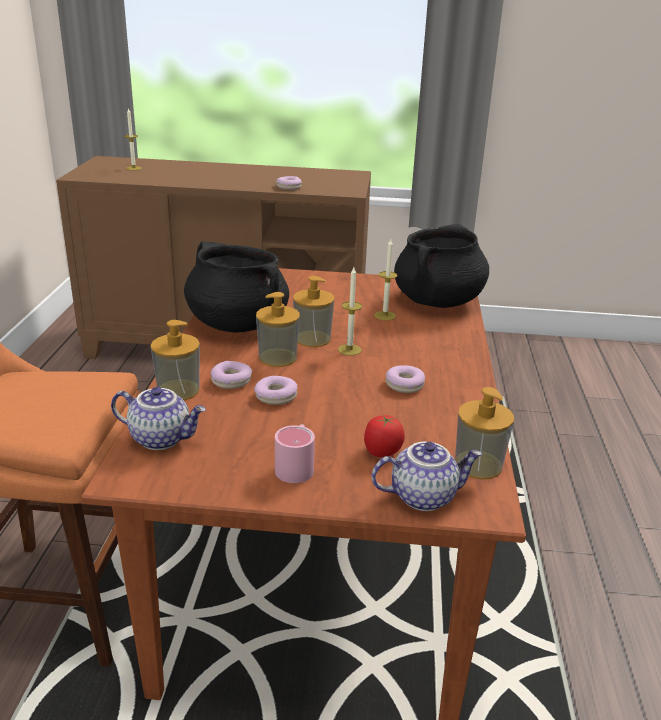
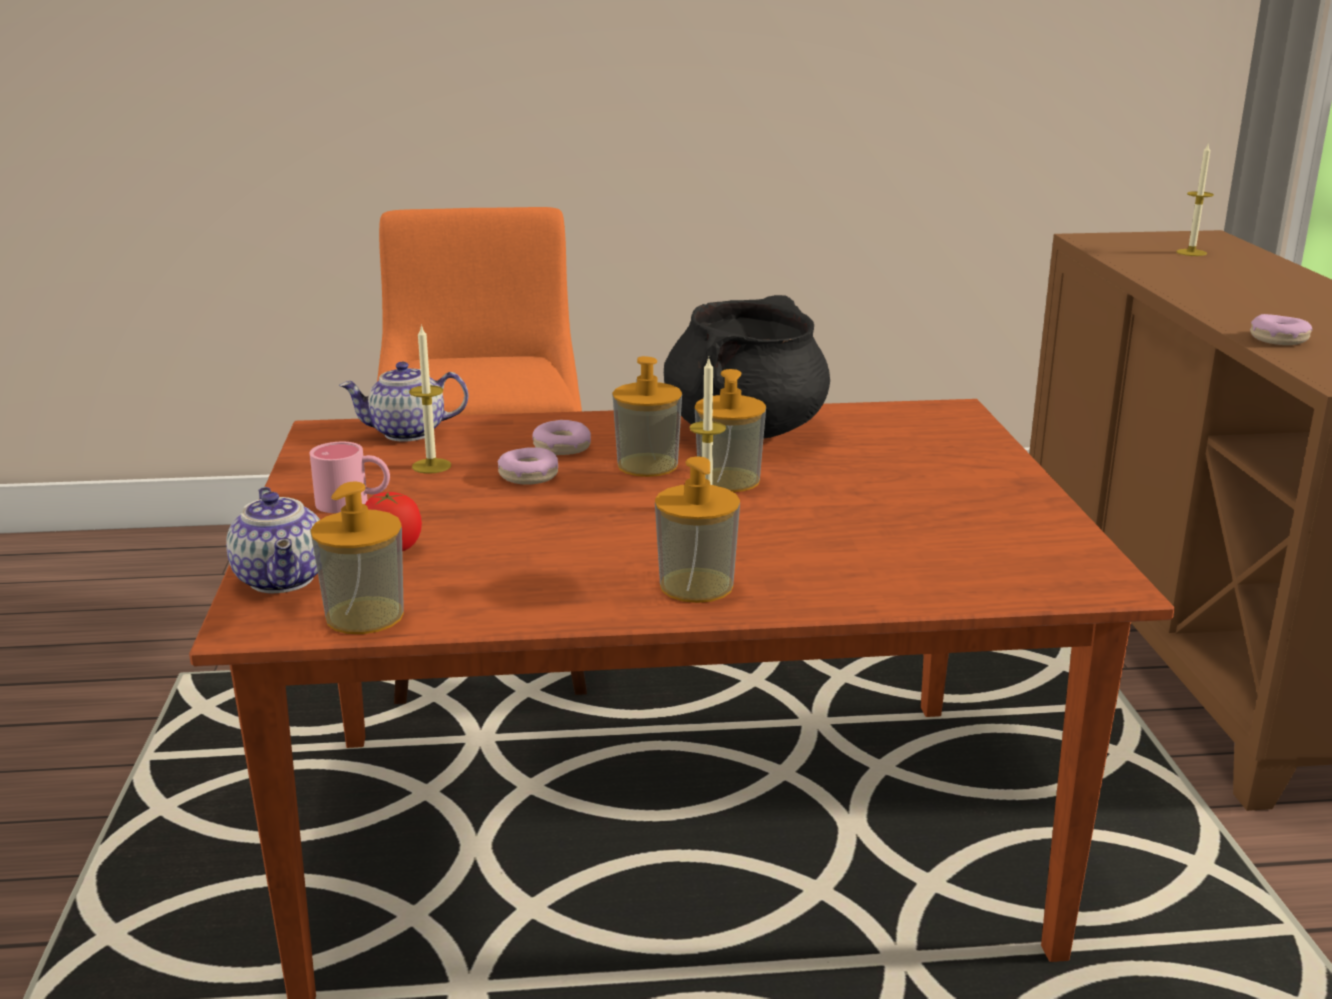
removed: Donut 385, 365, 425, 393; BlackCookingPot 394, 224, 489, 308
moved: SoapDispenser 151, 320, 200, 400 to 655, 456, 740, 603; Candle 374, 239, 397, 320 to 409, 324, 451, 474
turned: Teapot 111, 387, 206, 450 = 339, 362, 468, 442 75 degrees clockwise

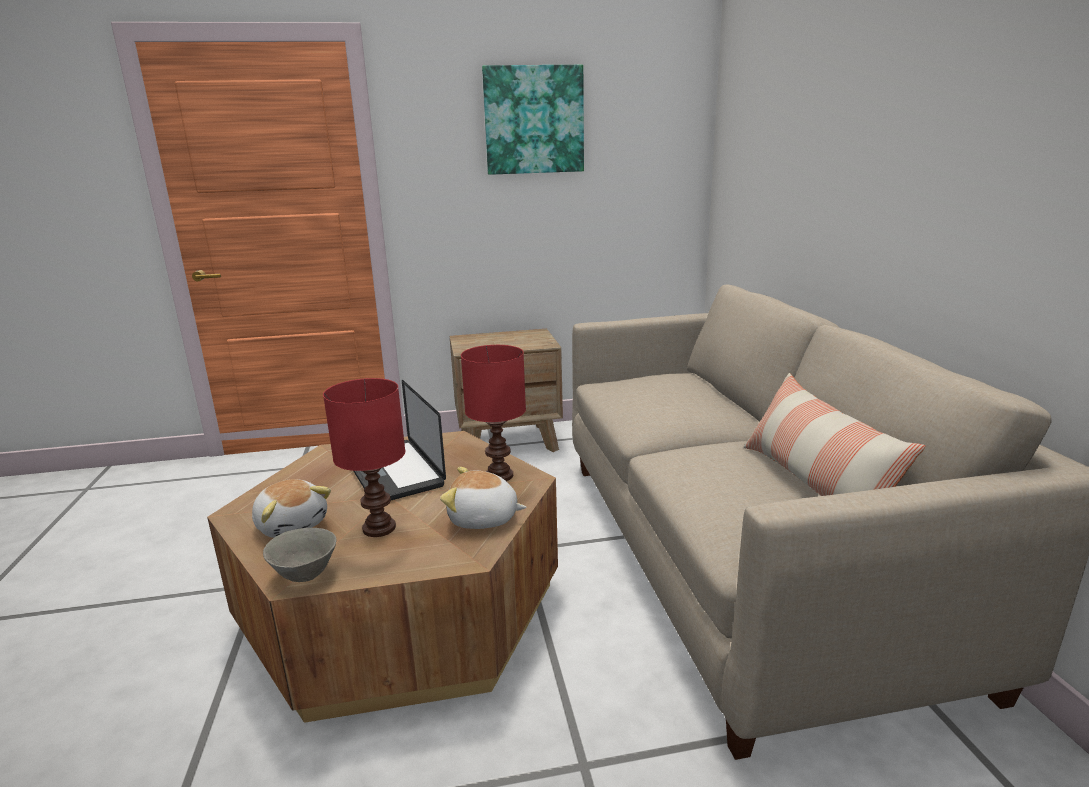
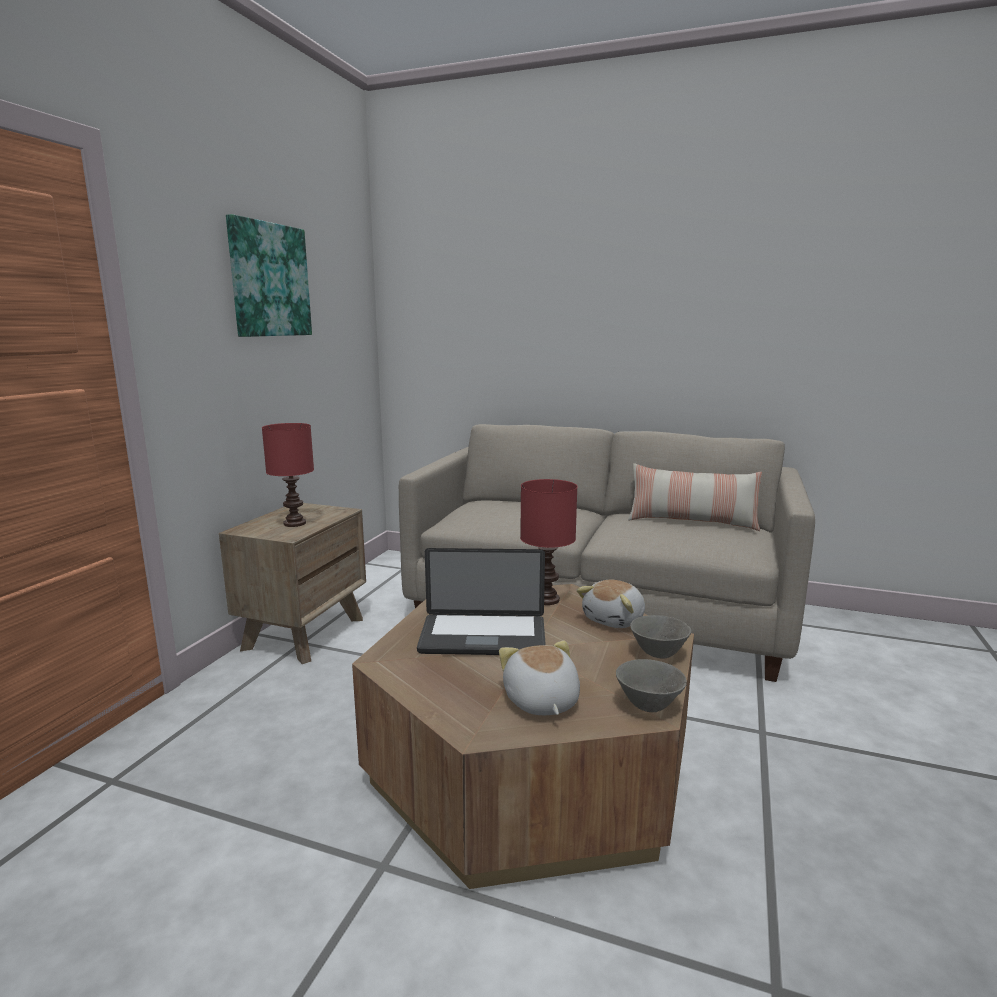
added: GreyBowl 630, 615, 692, 658
moved: RedTableLamp 323, 378, 405, 537 to 262, 423, 314, 527
turned: PlushToy 252, 479, 331, 538 = 499, 641, 580, 715 90 degrees counterclockwise

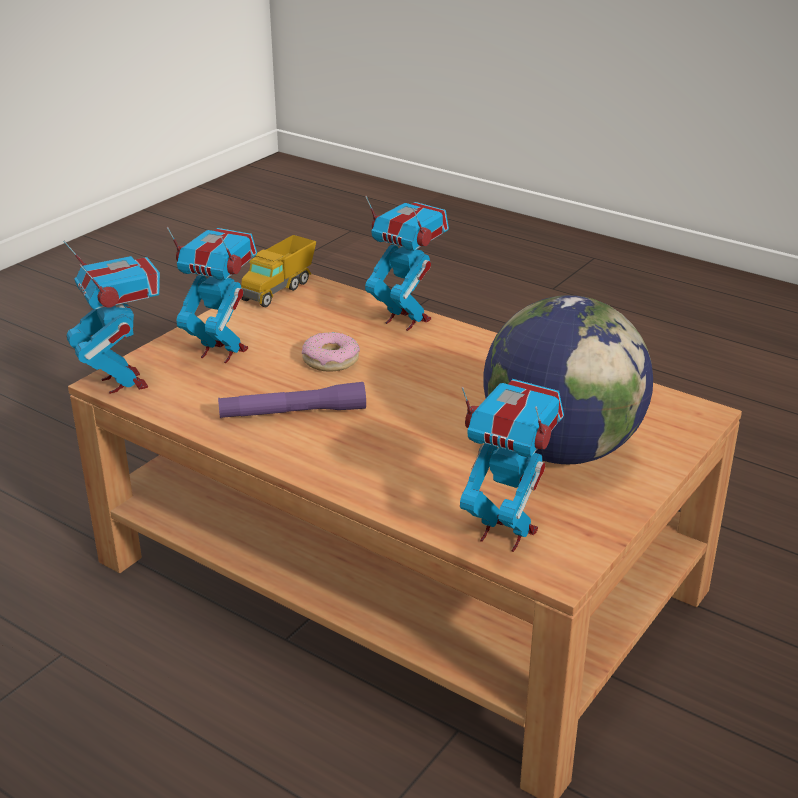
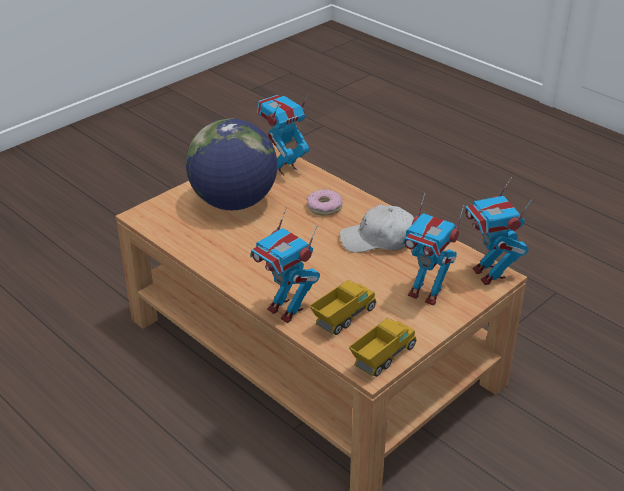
added: ToyTruck 310, 280, 376, 335
moved: Donut 302, 332, 360, 372 to 307, 189, 343, 216
replaced: PurpleFlashlight 218, 382, 366, 418 to WhiteCap 340, 205, 414, 253
turned: ToyRobot 460, 379, 564, 552 = 257, 94, 309, 175 105 degrees clockwise

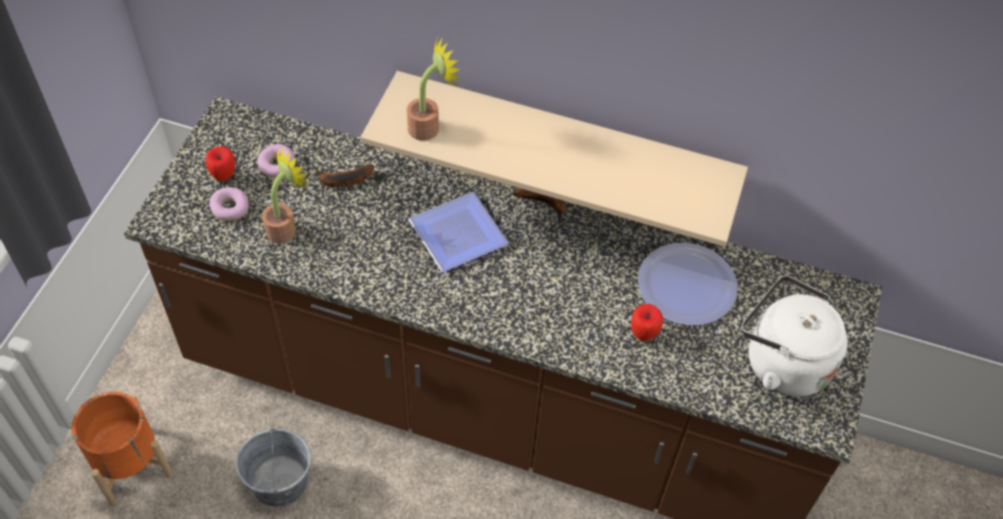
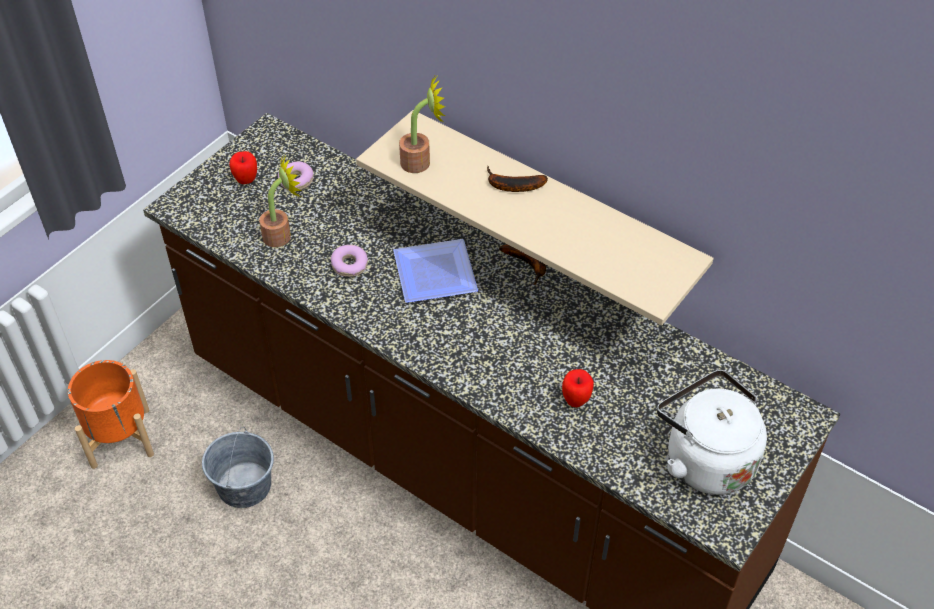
removed: Plate 638, 243, 738, 326
moved: Donut 209, 187, 249, 221 to 331, 245, 368, 277; Banana 315, 164, 374, 187 to 487, 166, 548, 192

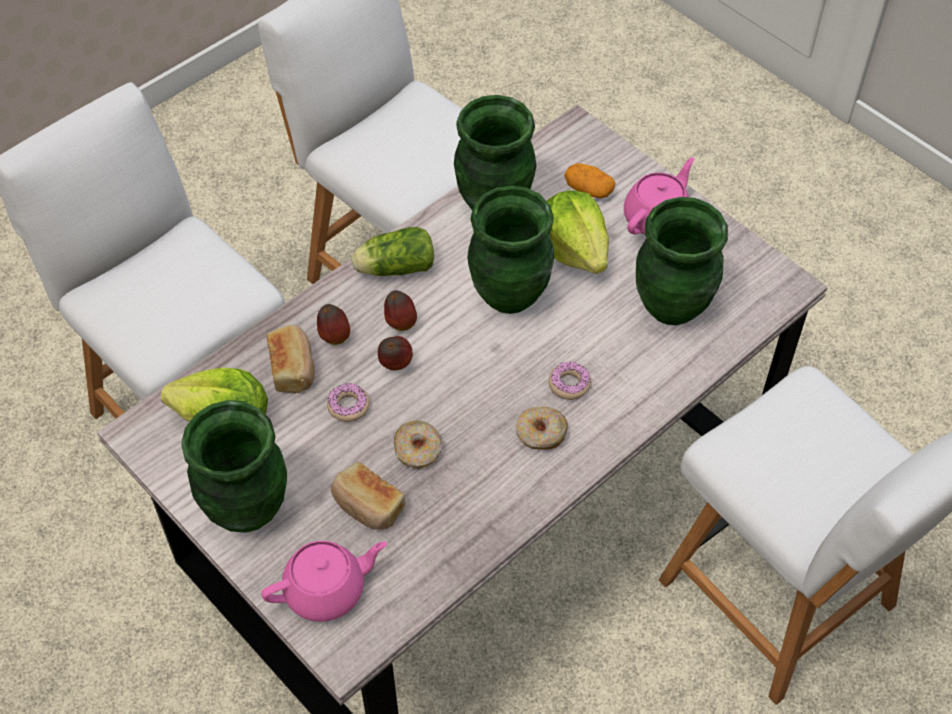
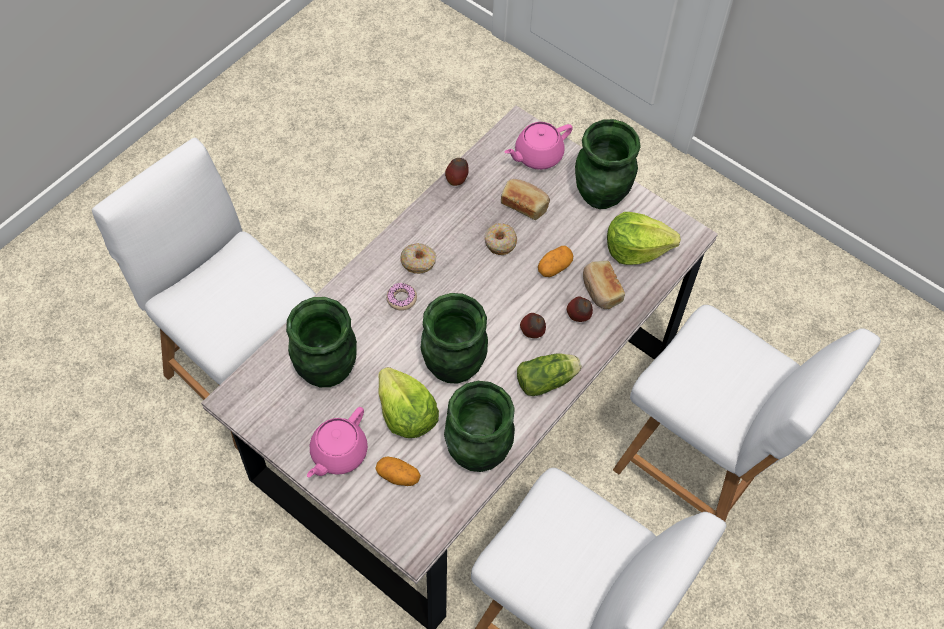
moved: Apple 378, 336, 413, 370 to 445, 158, 469, 186
replaced: Donut 327, 383, 370, 422 to Potato 538, 246, 573, 277

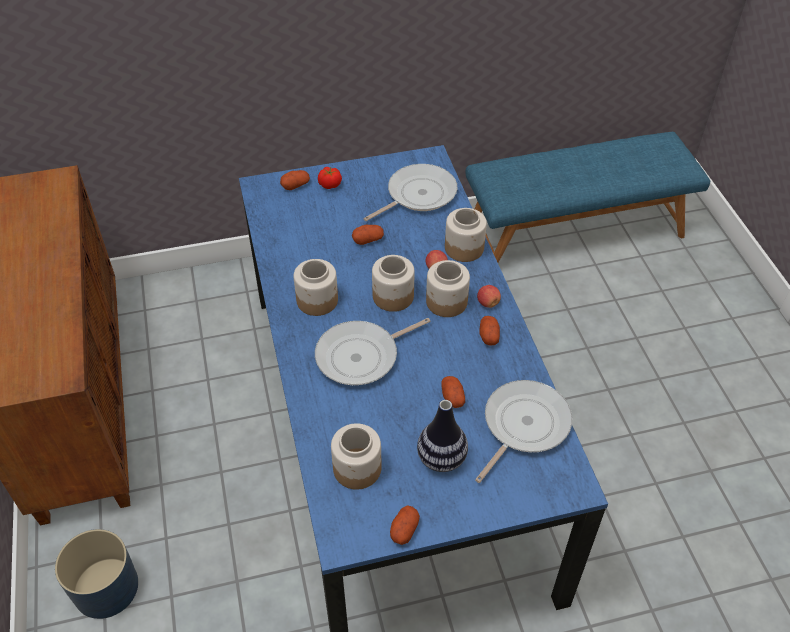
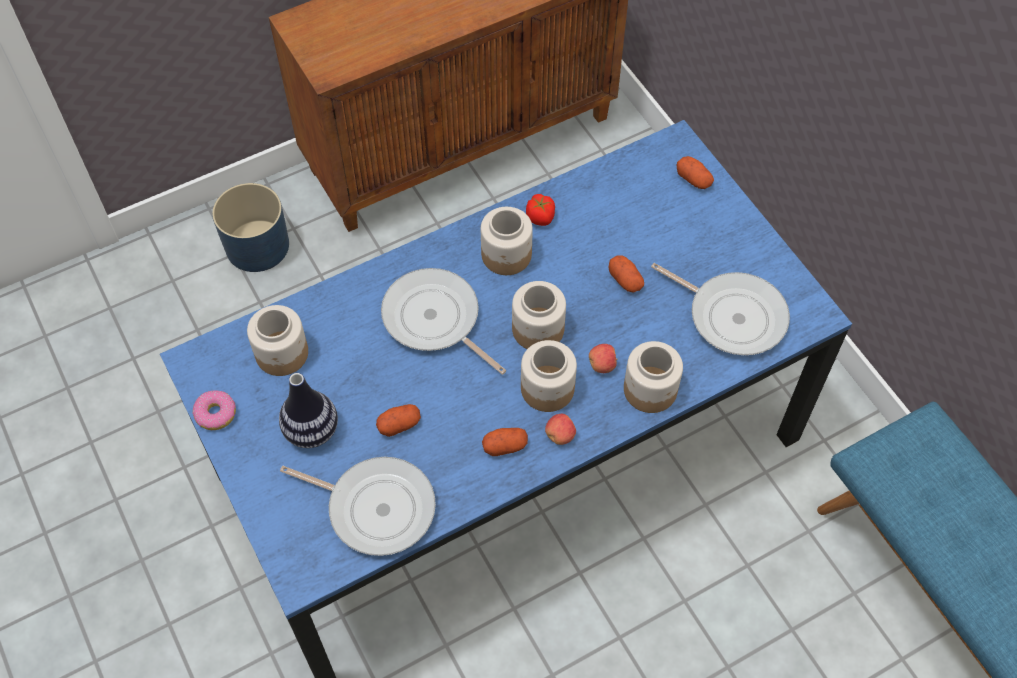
moved: Tomato 318, 167, 342, 189 to 526, 194, 555, 226
replaced: Potato 390, 505, 420, 545 to Donut 192, 390, 236, 430

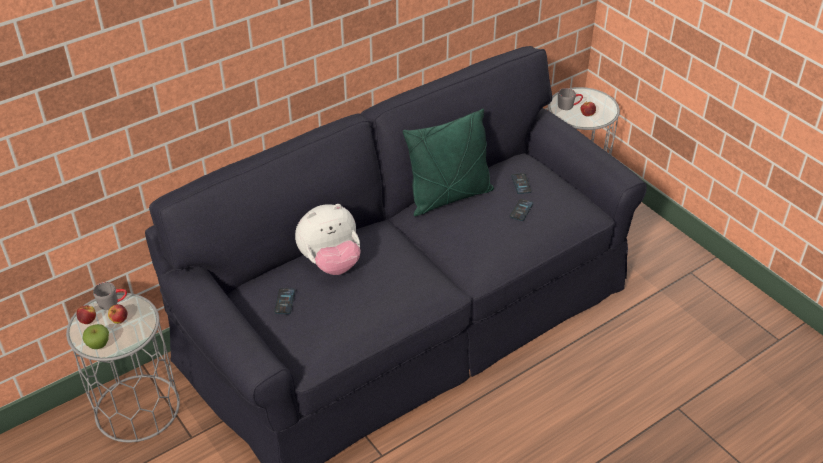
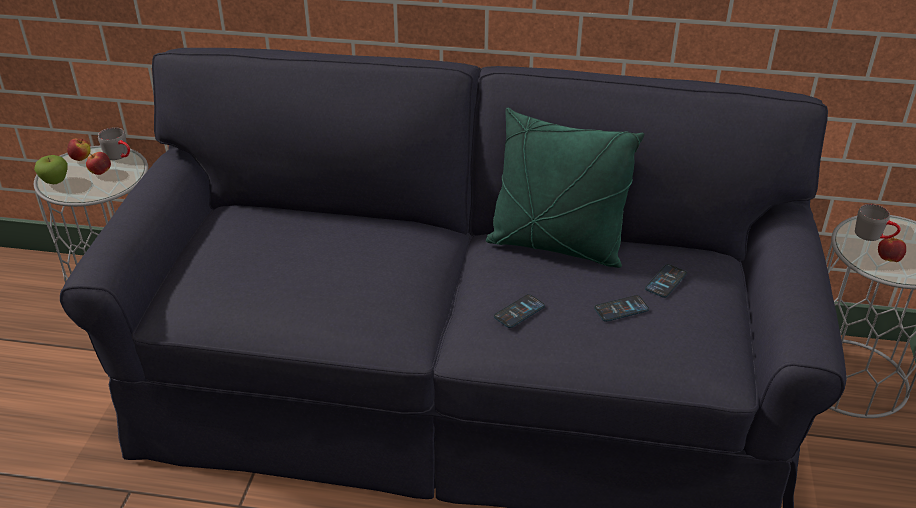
removed: PlushToy 295, 204, 361, 275
moved: Phone 274, 288, 295, 314 to 494, 294, 545, 328

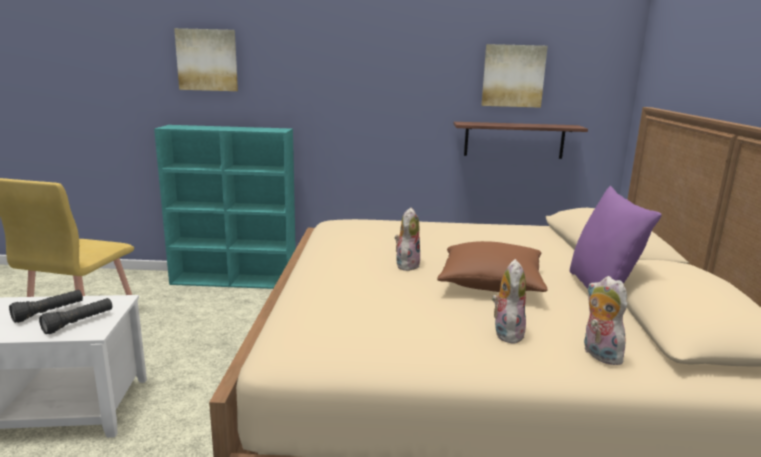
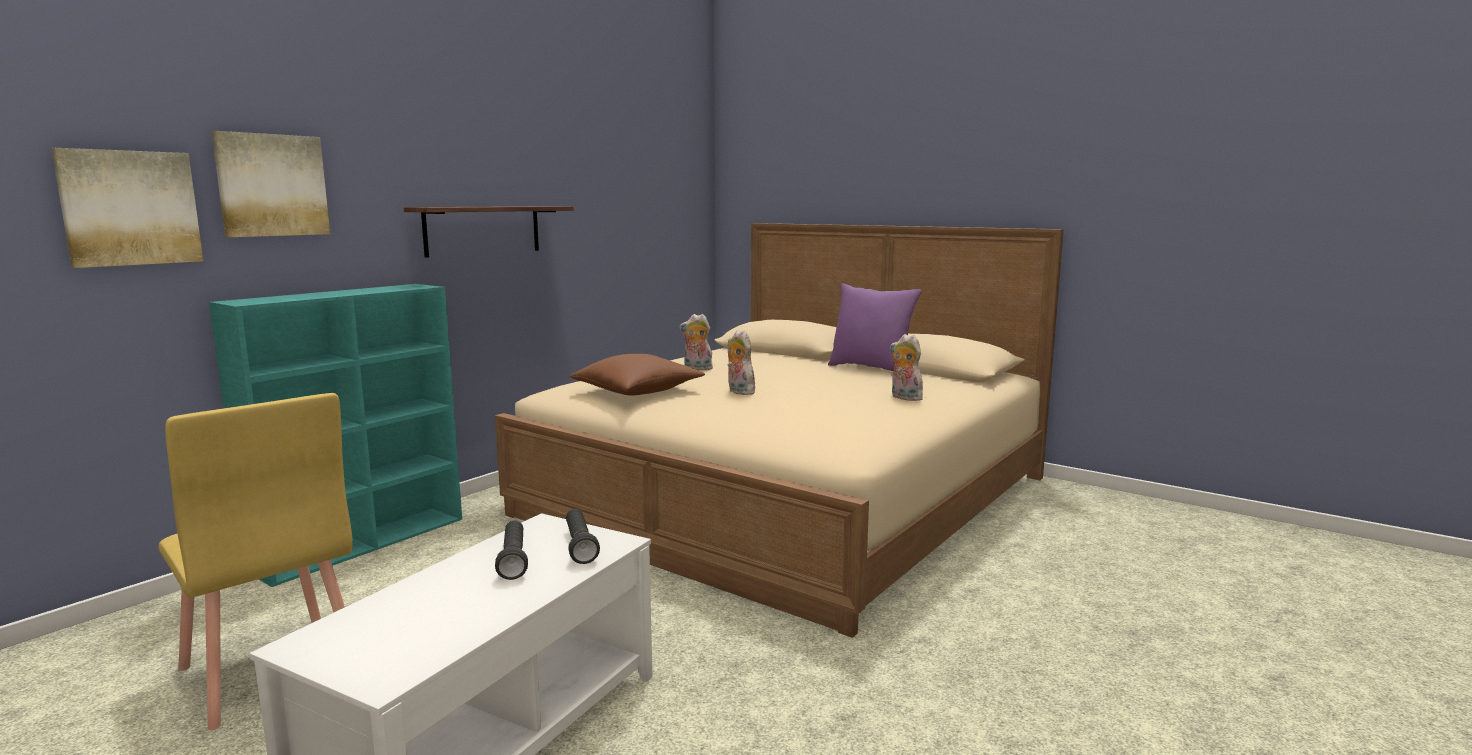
moved: BrownPillow 437, 241, 547, 292 to 570, 354, 705, 396; Shelf 453, 122, 588, 159 to 404, 206, 574, 258; Picture 481, 44, 548, 108 to 51, 148, 203, 268; PlushToy 584, 276, 629, 365 to 679, 314, 713, 370

